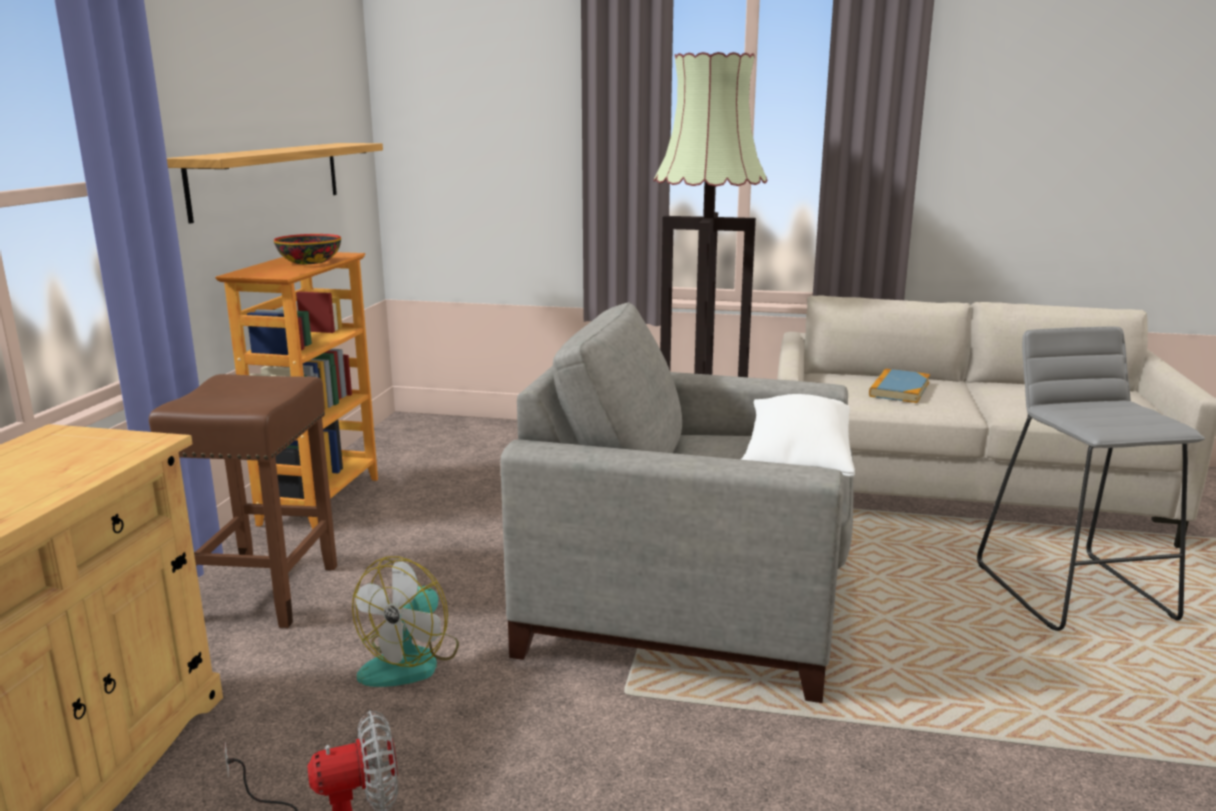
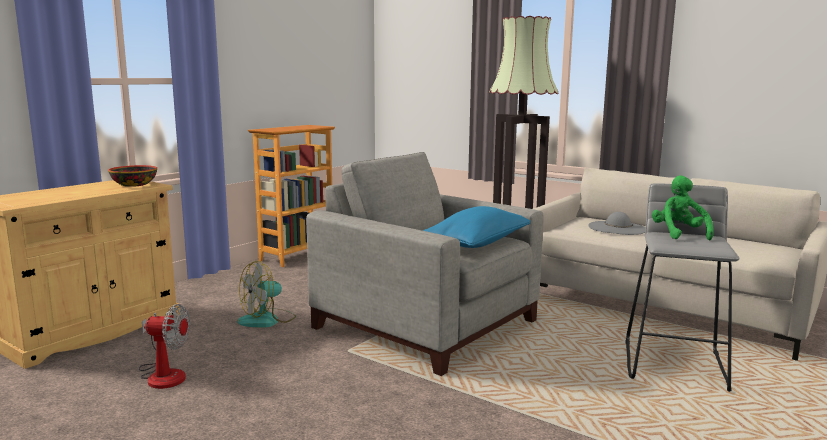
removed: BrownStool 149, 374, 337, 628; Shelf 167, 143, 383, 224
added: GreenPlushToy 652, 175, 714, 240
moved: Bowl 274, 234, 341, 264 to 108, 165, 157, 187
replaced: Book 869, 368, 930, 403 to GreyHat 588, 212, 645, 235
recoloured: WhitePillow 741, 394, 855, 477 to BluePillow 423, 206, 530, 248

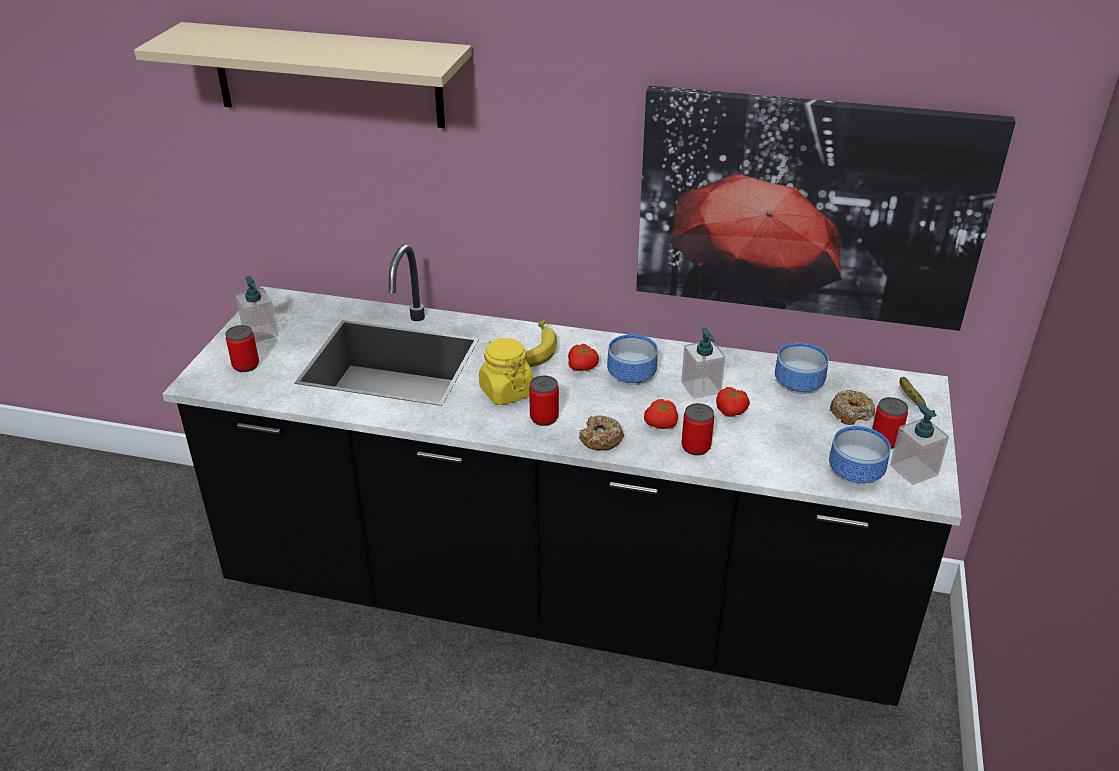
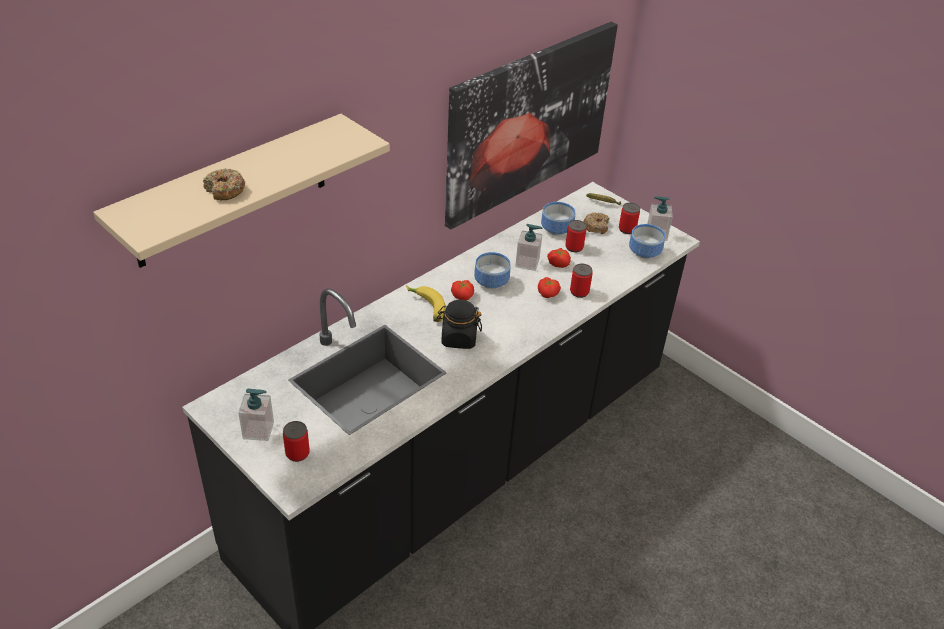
moved: Can 529, 375, 559, 426 to 565, 220, 587, 252; Donut 579, 415, 624, 451 to 203, 168, 245, 200
recoloured: YellowJar 479, 338, 534, 405 to BlackJar 437, 300, 482, 349

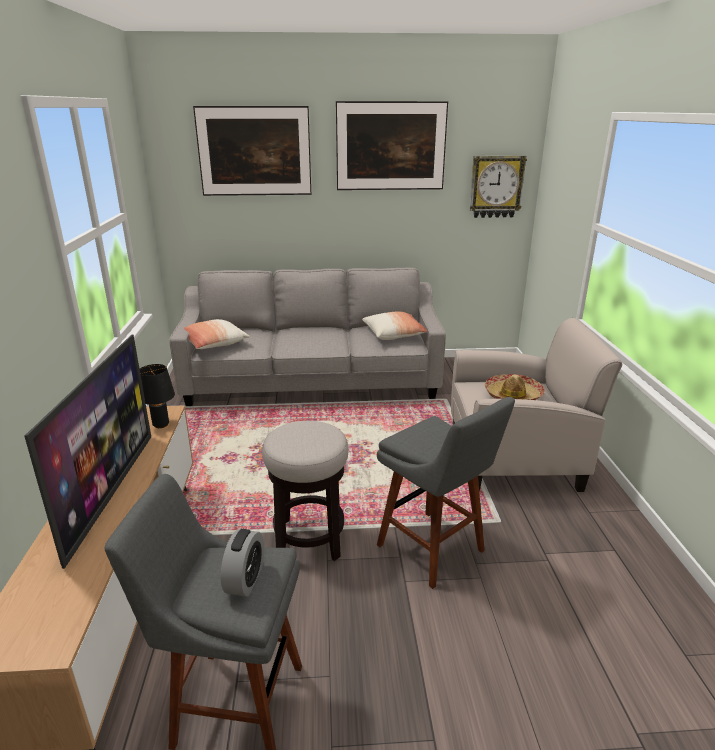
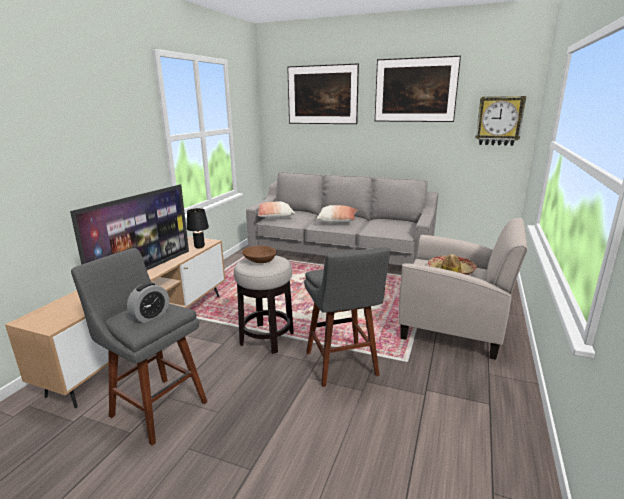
added: BrownBowl 242, 246, 277, 263
moved: Pillow 362, 311, 427, 340 to 317, 205, 358, 223

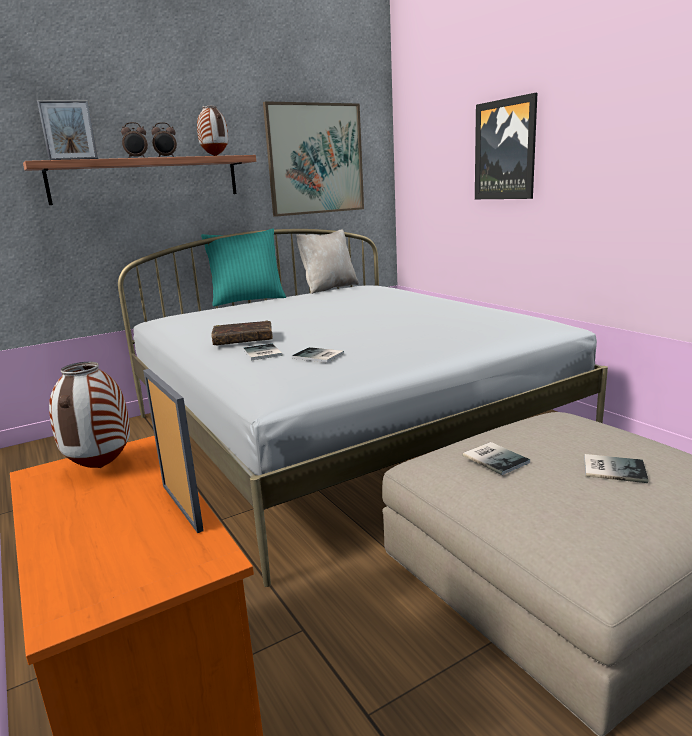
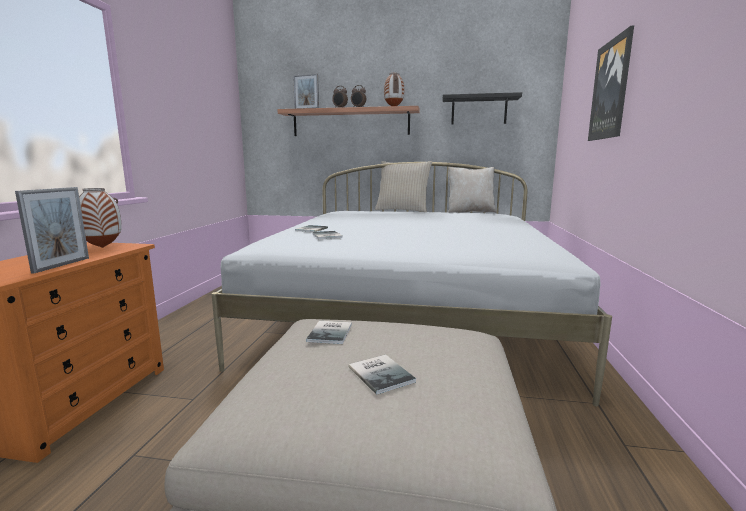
removed: BrownBook 211, 321, 273, 345
replaced: Picture 263, 101, 364, 217 to BlackShelf 443, 92, 522, 125
recoloured: TurquoisePillow 201, 228, 286, 307 to BeigePillow 375, 161, 432, 212

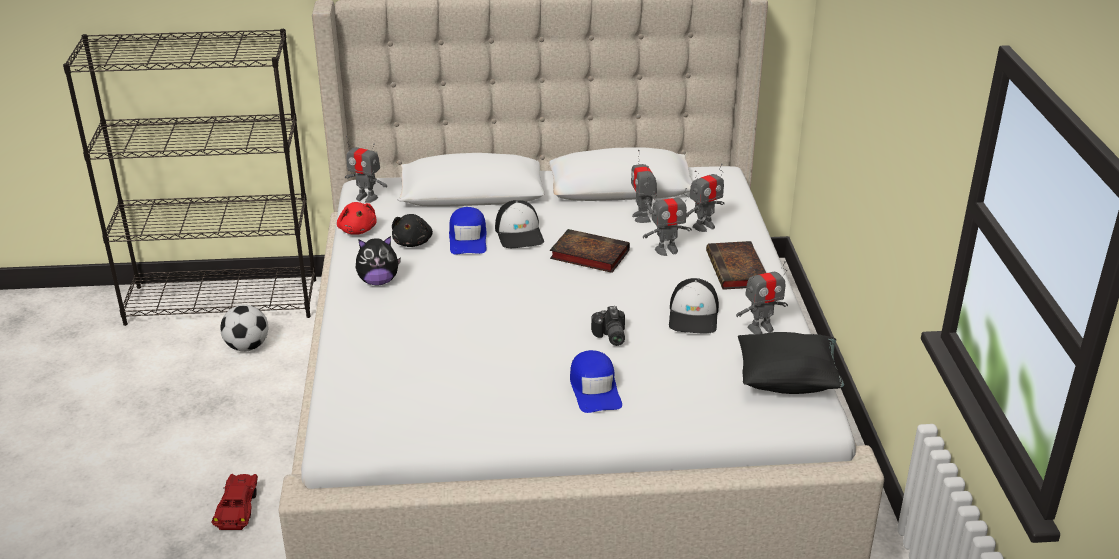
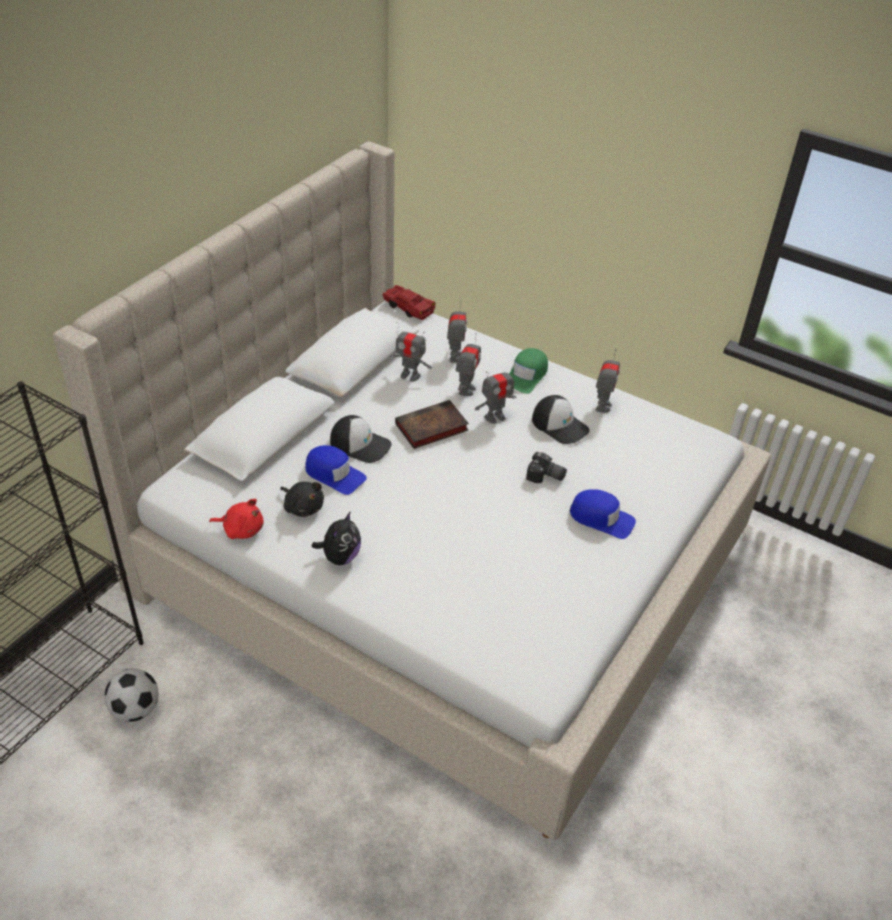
removed: BlackPillow 738, 332, 844, 394
moved: RedToyCar 211, 474, 258, 530 to 383, 285, 435, 320; ToyRobot 345, 136, 387, 203 to 475, 364, 516, 424
replaced: Book 706, 241, 766, 290 to GreenCap 509, 348, 548, 394

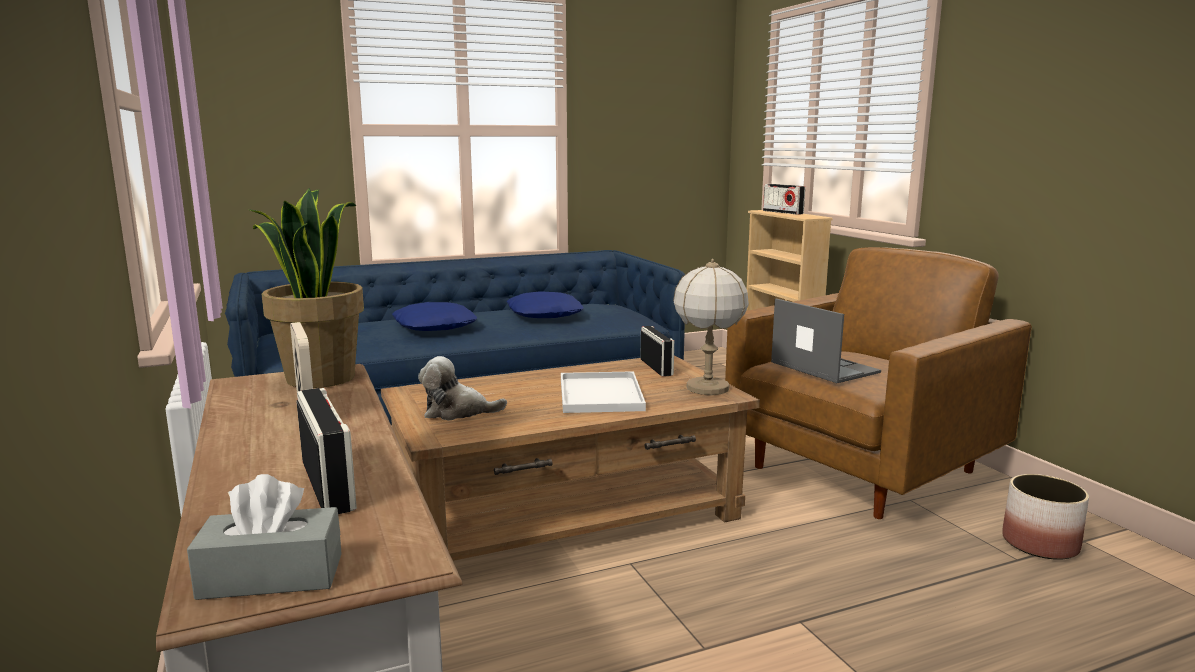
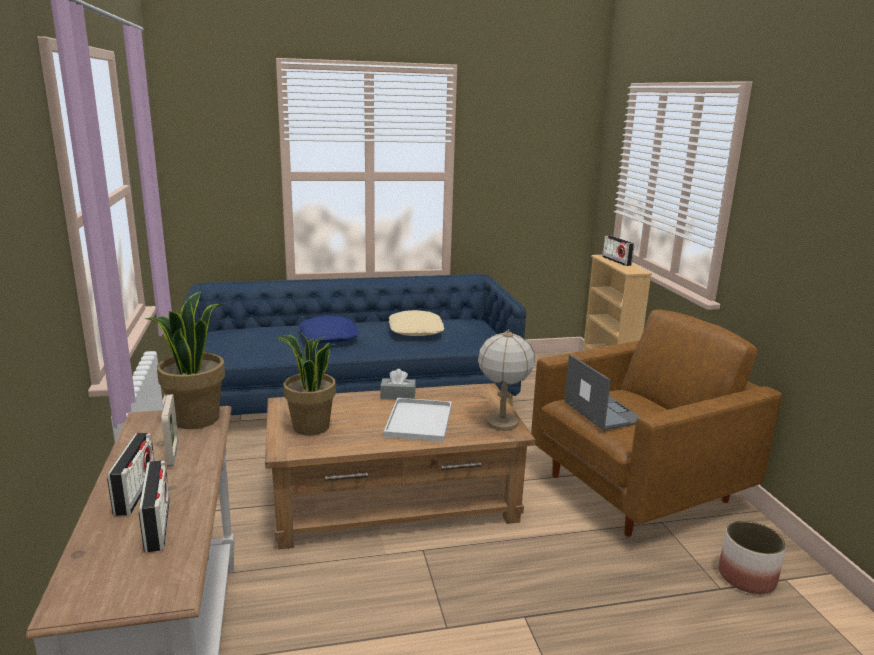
moved: GreyTissueBox 187, 474, 342, 600 to 380, 369, 416, 400; Radio 640, 326, 674, 377 to 107, 433, 154, 516
replaced: PlushToy 418, 356, 507, 421 to PottedPlant 274, 332, 336, 436
recoloured: BluePillow 507, 291, 584, 318 to BeigePillow 389, 310, 444, 336

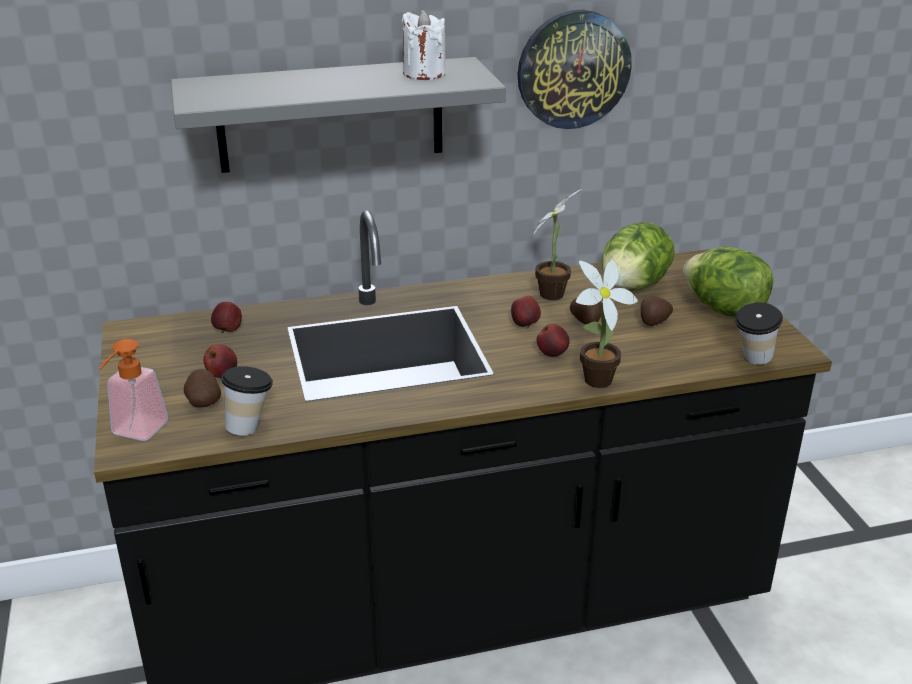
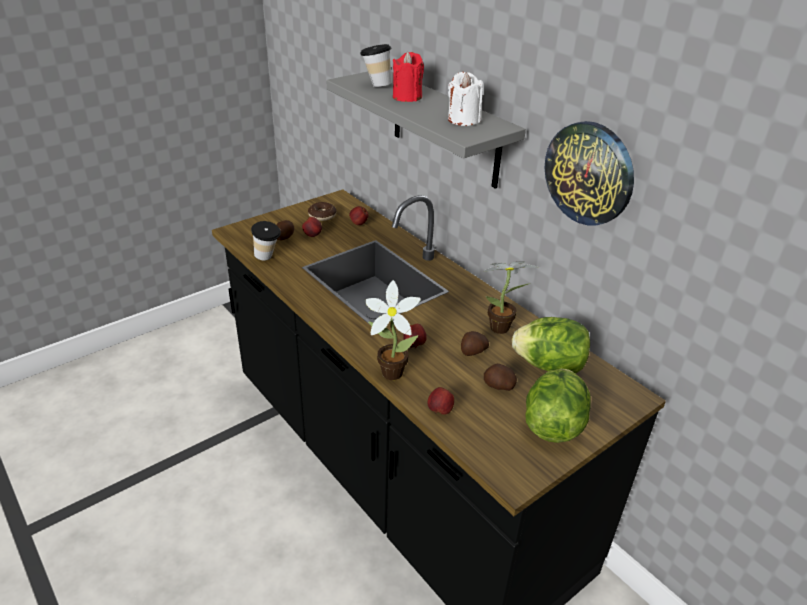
removed: SoapDispenser 99, 339, 168, 441
added: Donut 308, 202, 336, 221; RedCandle 393, 52, 424, 102
moved: Apple 511, 296, 541, 328 to 427, 387, 454, 415; Cup 735, 302, 783, 365 to 360, 44, 392, 87

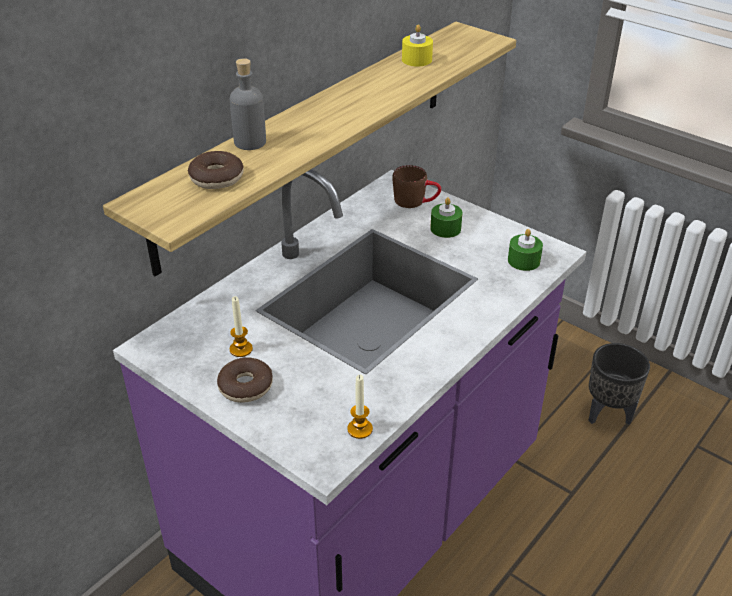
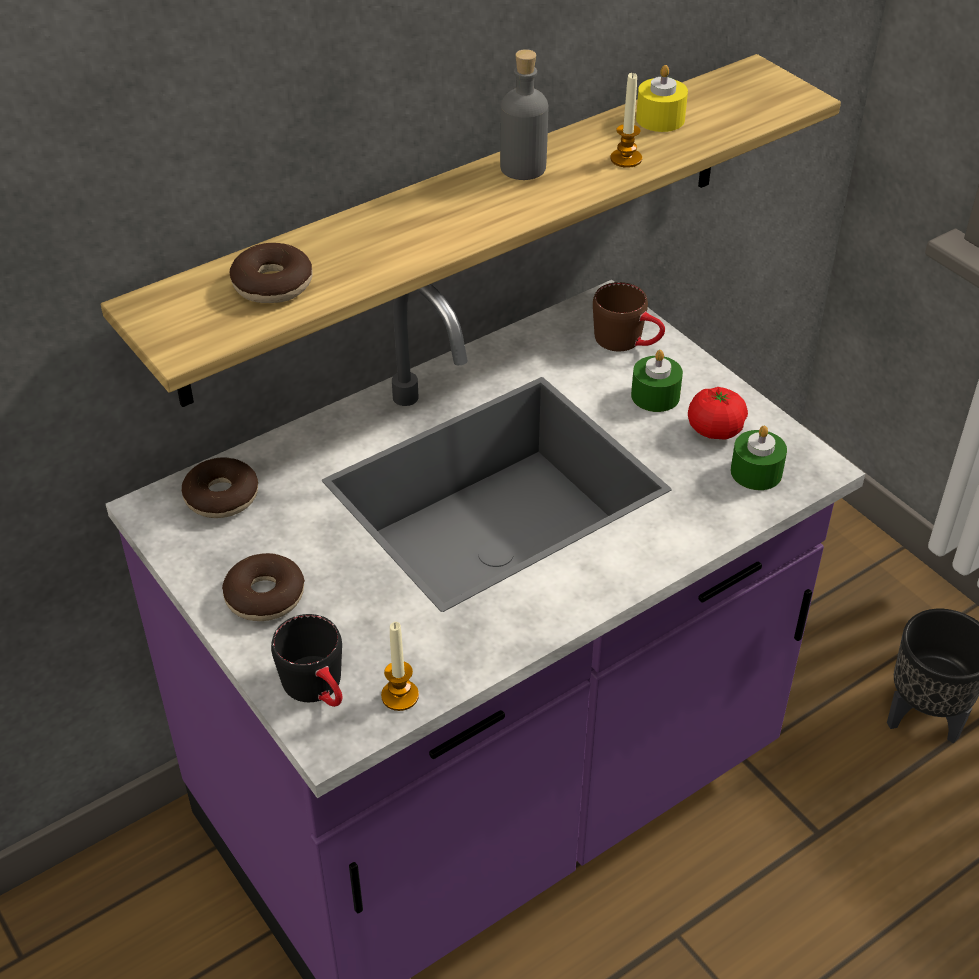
added: Donut 182, 457, 258, 518; BlackMug 271, 614, 342, 707; Tomato 688, 387, 748, 440
moved: GreyBottle 230, 58, 266, 150 to 500, 49, 548, 180; Candle 230, 296, 253, 357 to 610, 73, 642, 168

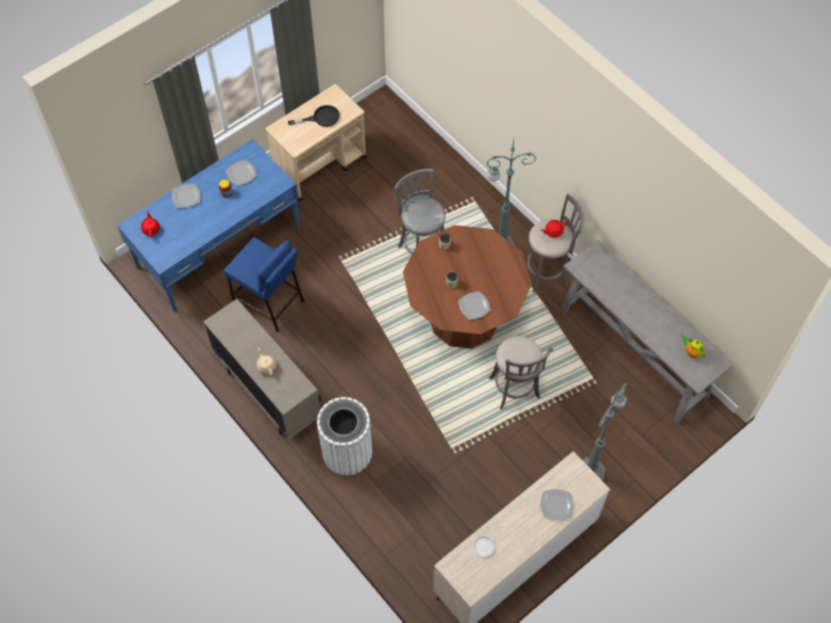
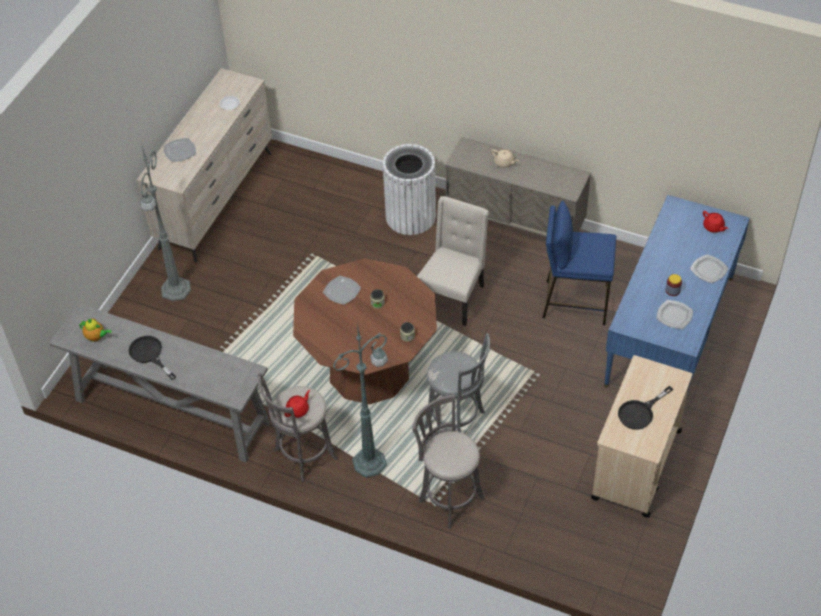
added: BlackFryingPan 129, 336, 176, 380; BeigeChair 417, 196, 489, 326
moved: GreyStool 489, 336, 553, 409 to 412, 394, 485, 529

